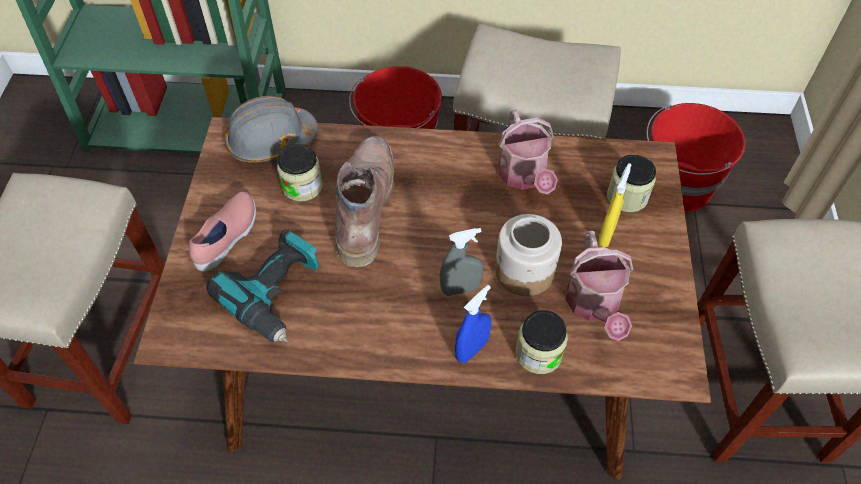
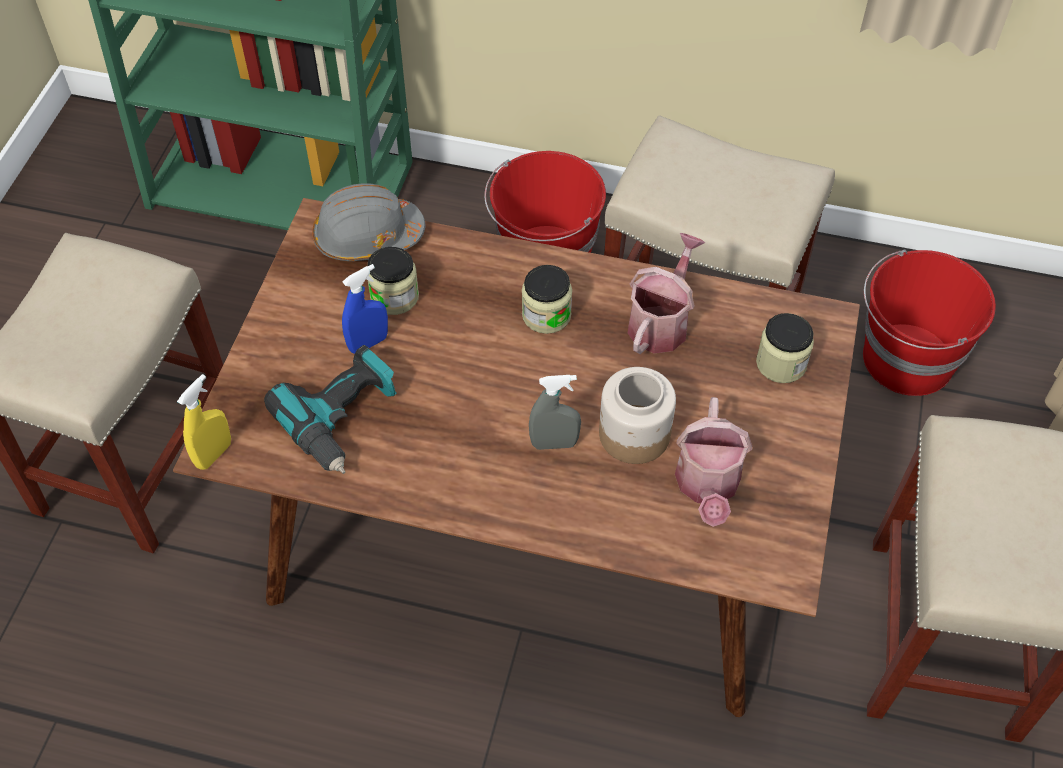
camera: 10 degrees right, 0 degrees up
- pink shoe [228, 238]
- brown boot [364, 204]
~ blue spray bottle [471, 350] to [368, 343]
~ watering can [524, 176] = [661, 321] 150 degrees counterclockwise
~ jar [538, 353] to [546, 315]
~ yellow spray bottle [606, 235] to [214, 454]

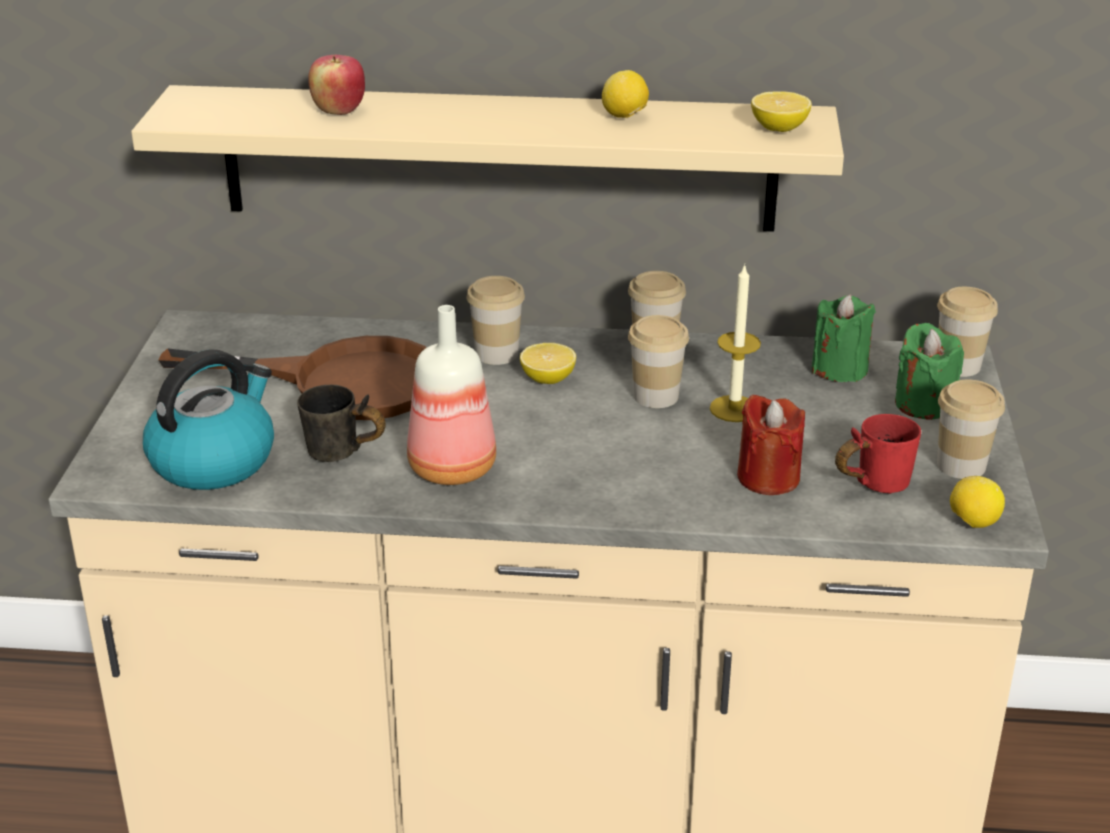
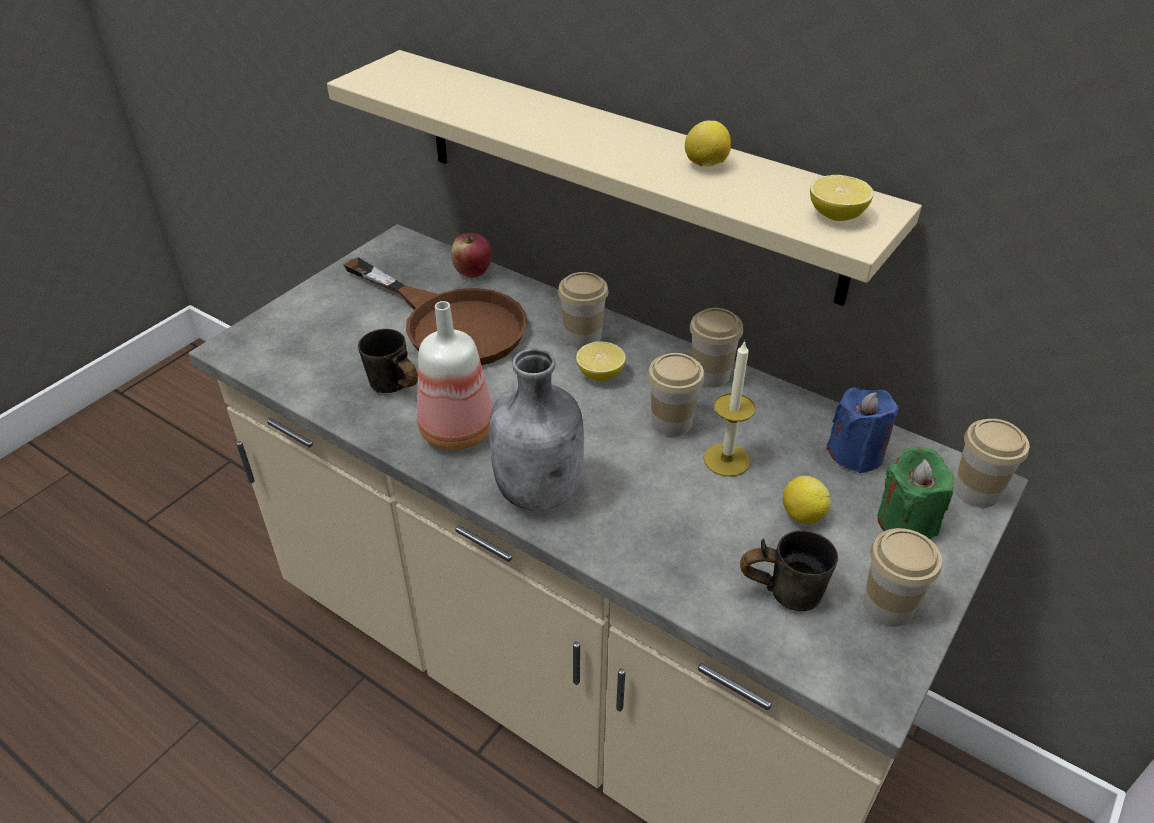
camera: 30 degrees right, 10 degrees up
- kettle [214, 460]
~ apple [338, 111] to [472, 273]
- red candle [768, 477]
~ green candle [839, 369] to blue candle [856, 453]
~ red mug [869, 483] to grey mug [782, 588]
~ lemon [973, 523] to [802, 515]
+ grey bottle [540, 491]

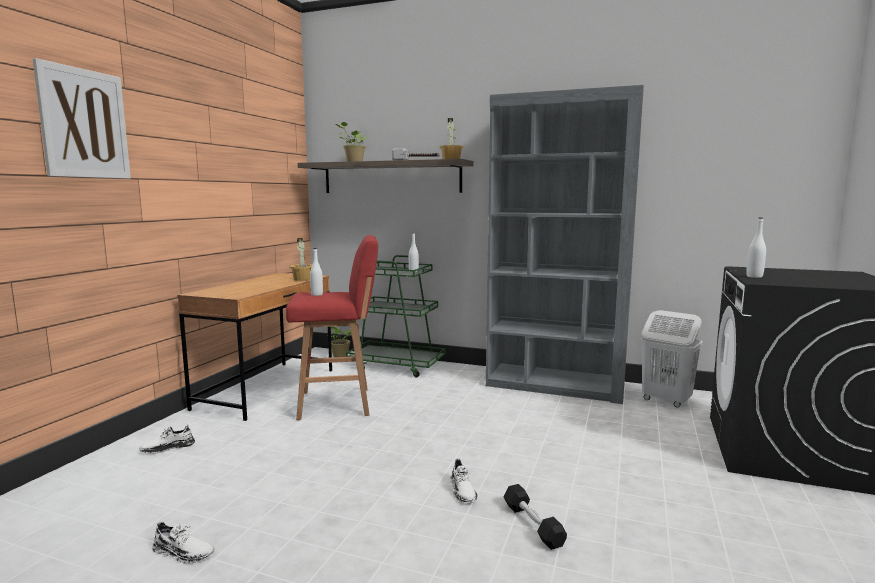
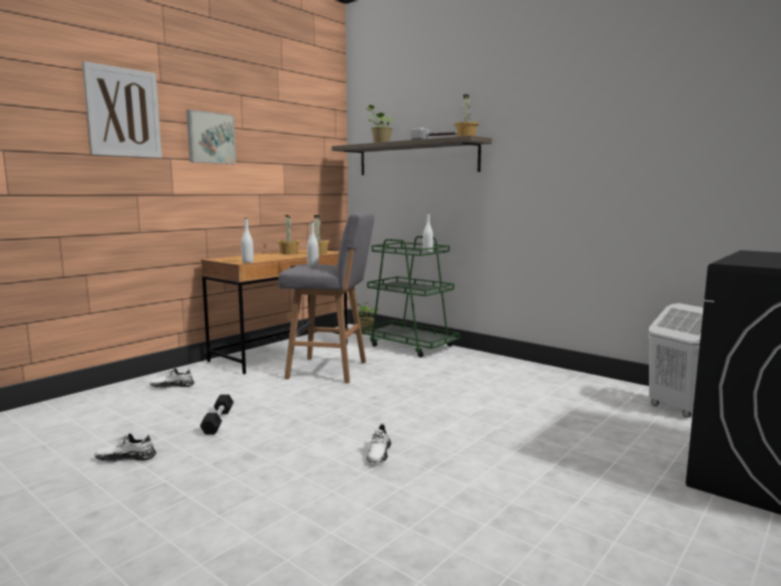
camera: 20 degrees right, 0 degrees up
~ white shoe [183, 552] = [126, 457] 135 degrees clockwise
~ red stool [338, 403] to grey stool [330, 370]
- grey bookcase [555, 385]
~ black dumbbell [533, 525] to [218, 421]
~ white bottle [754, 276] to [247, 262]
+ picture [210, 138]
+ potted plant [288, 253]

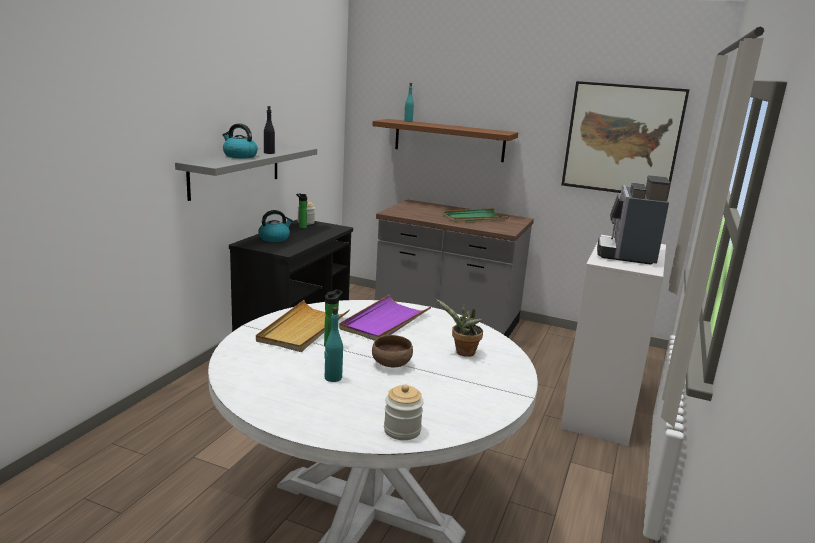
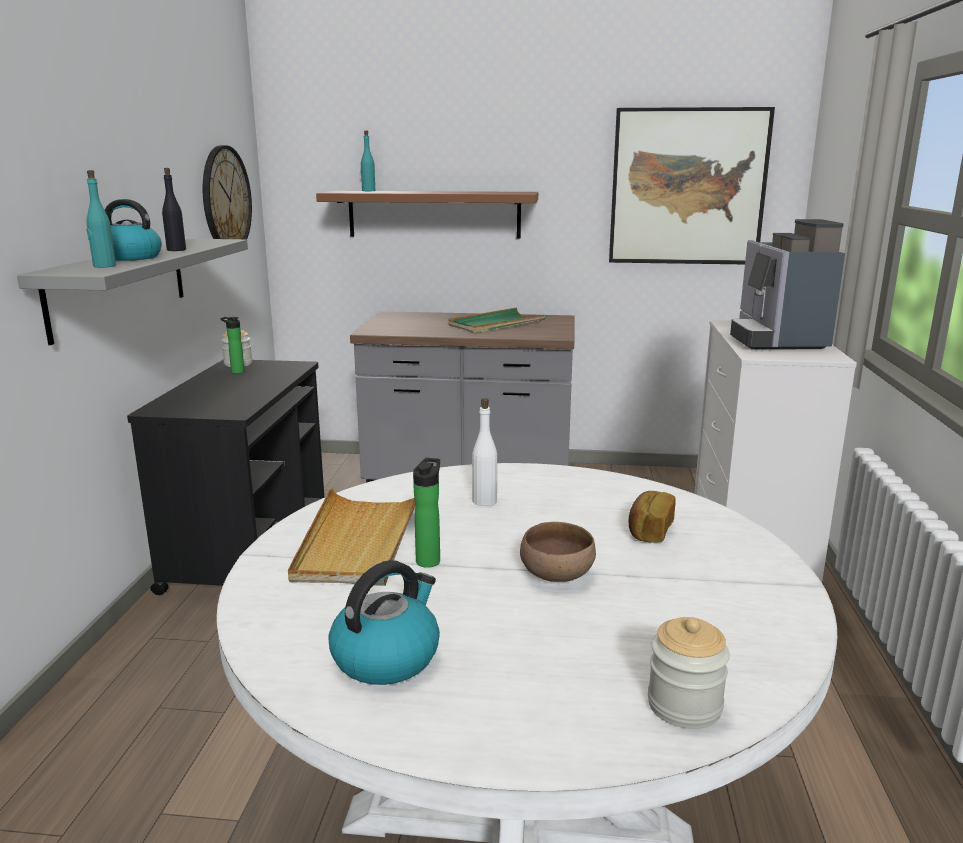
camera: 15 degrees left, 0 degrees up
~ kettle [274, 238] to [386, 656]
~ turquoise bottle [332, 378] to [104, 266]
~ purple tray [385, 321] to white bottle [484, 501]
~ potted plant [462, 353] to bread [649, 531]
+ wall clock [225, 199]

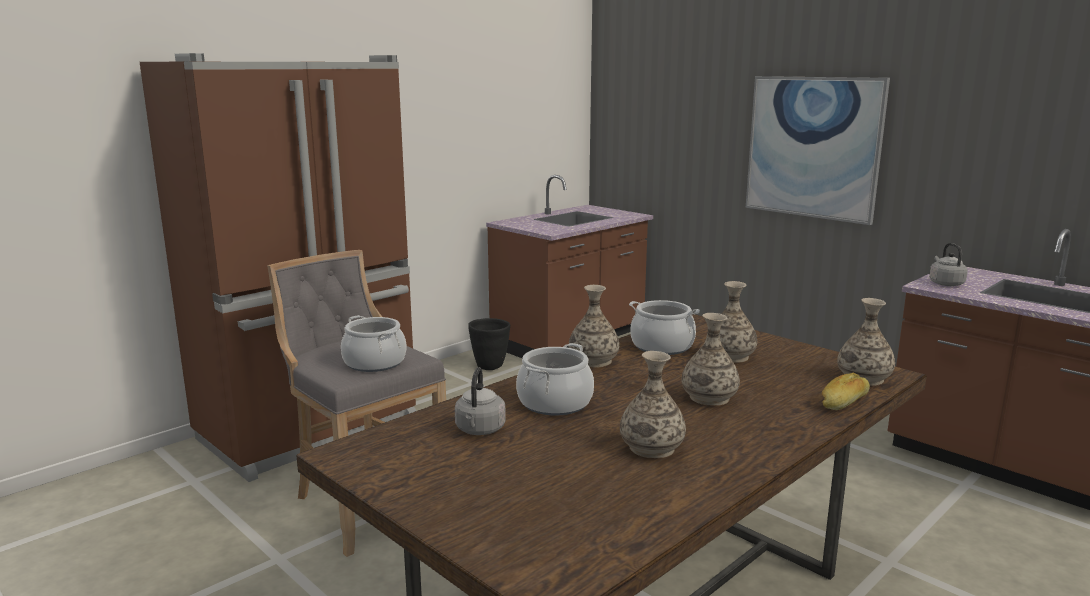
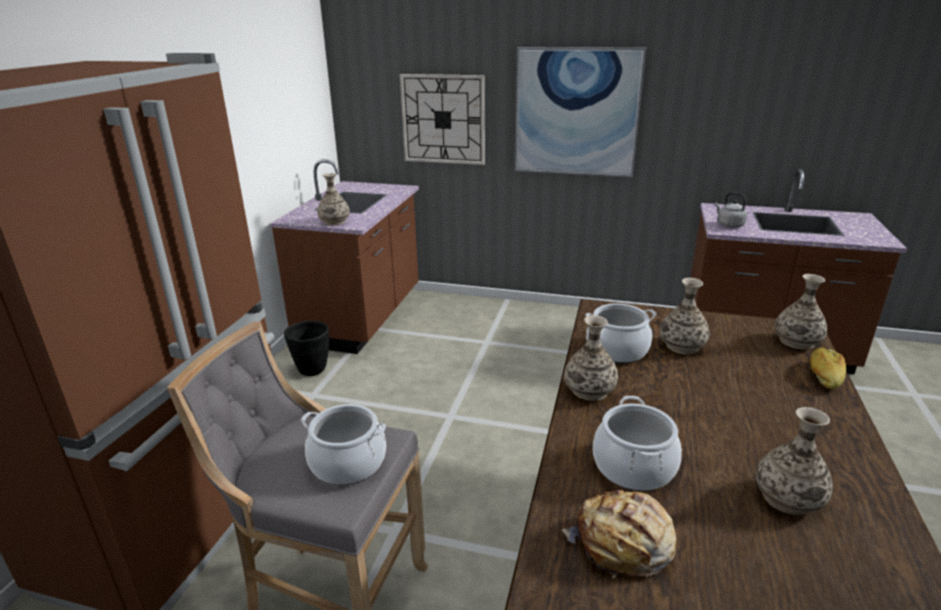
camera: 30 degrees left, 10 degrees up
~ grey kettle [479, 430] to bread [623, 544]
~ vase [709, 398] to [334, 221]
+ wall clock [443, 119]

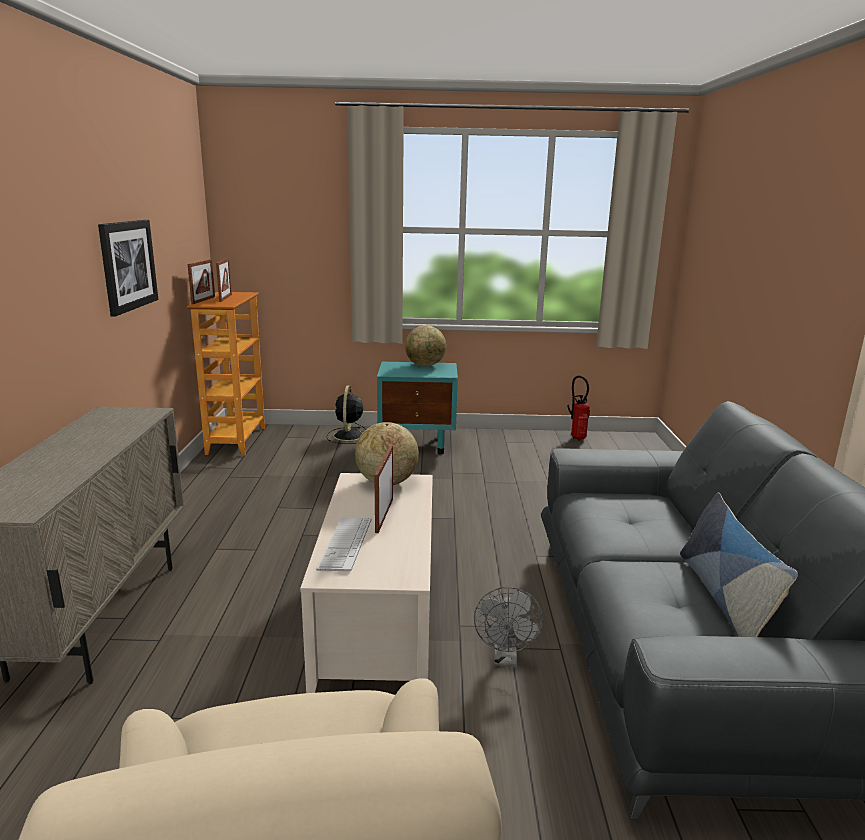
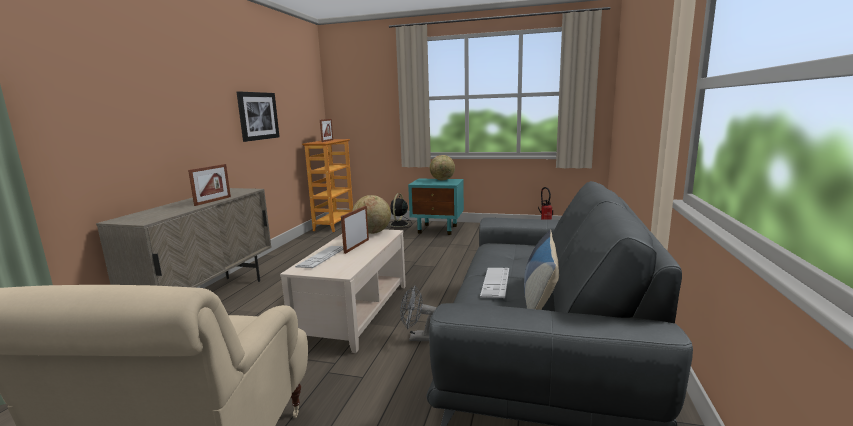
camera: 15 degrees right, 5 degrees down
~ picture frame [203, 300] to [213, 201]
~ grey fan [506, 659] = [417, 338] 75 degrees clockwise
+ keyboard [495, 283]

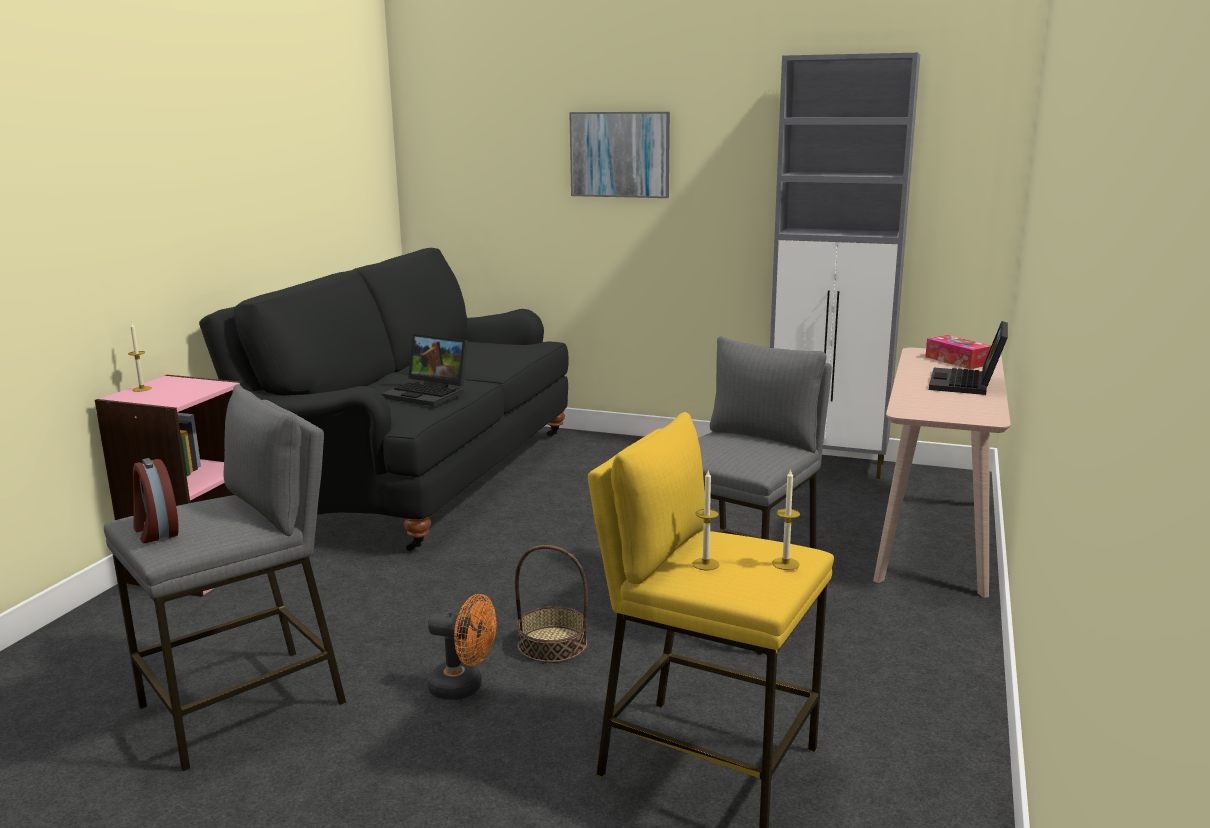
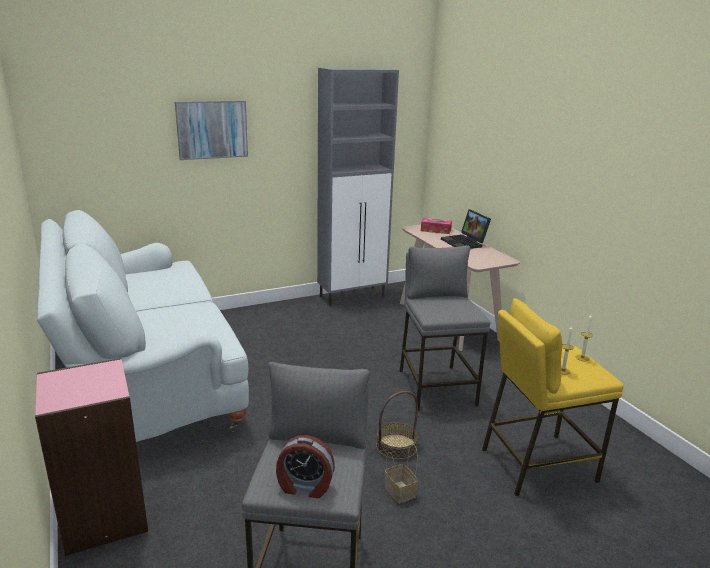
camera: 45 degrees left, 5 degrees up
- candle [142, 389]
~ black sofa [418, 477] to white sofa [145, 381]
- laptop [429, 394]
~ orange fan [464, 687] to basket [399, 491]

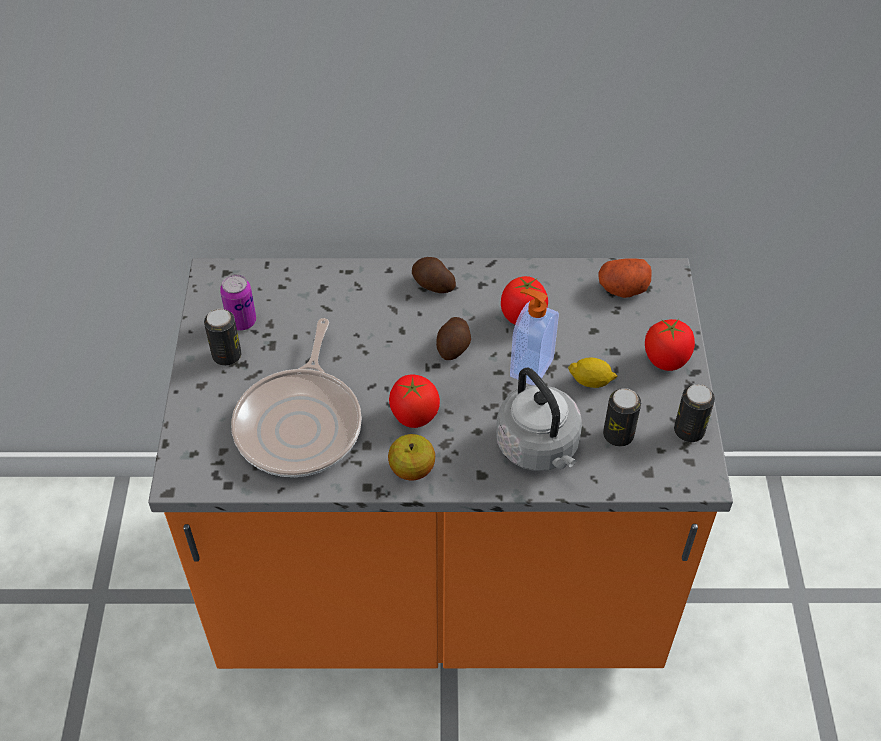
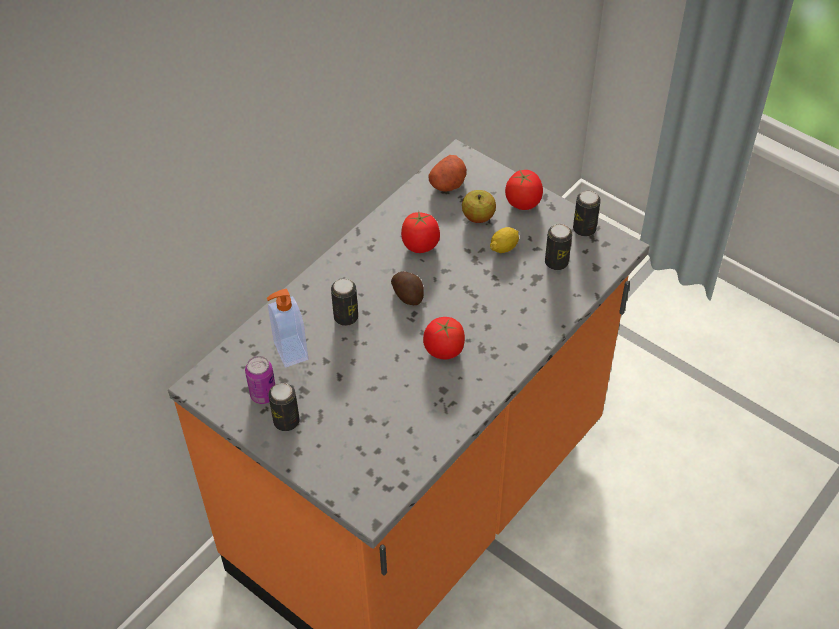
camera: 50 degrees left, 0 degrees up
- frying pan [301, 423]
~ apple [412, 469] to [478, 217]
- potato [432, 285]
- grey kettle [539, 448]
~ soap dispenser [530, 367] to [289, 351]
+ can [346, 317]

